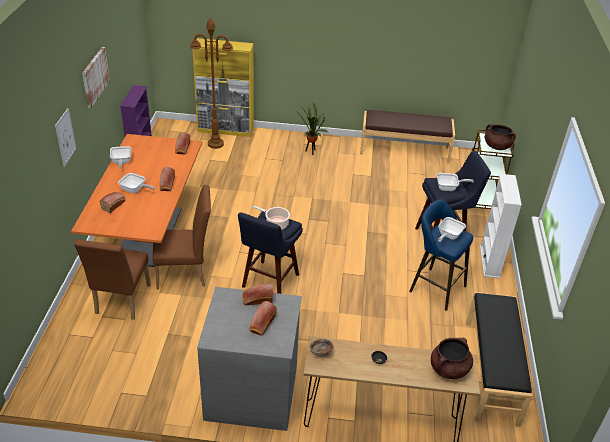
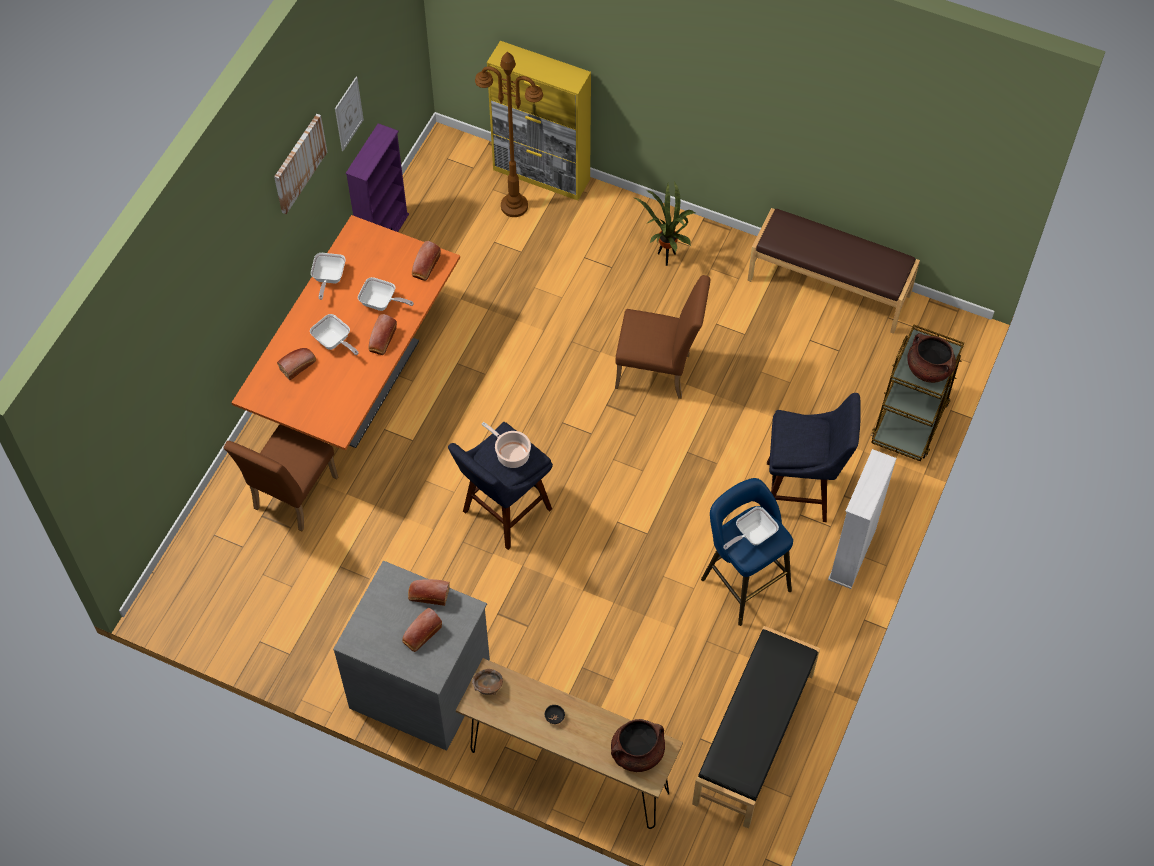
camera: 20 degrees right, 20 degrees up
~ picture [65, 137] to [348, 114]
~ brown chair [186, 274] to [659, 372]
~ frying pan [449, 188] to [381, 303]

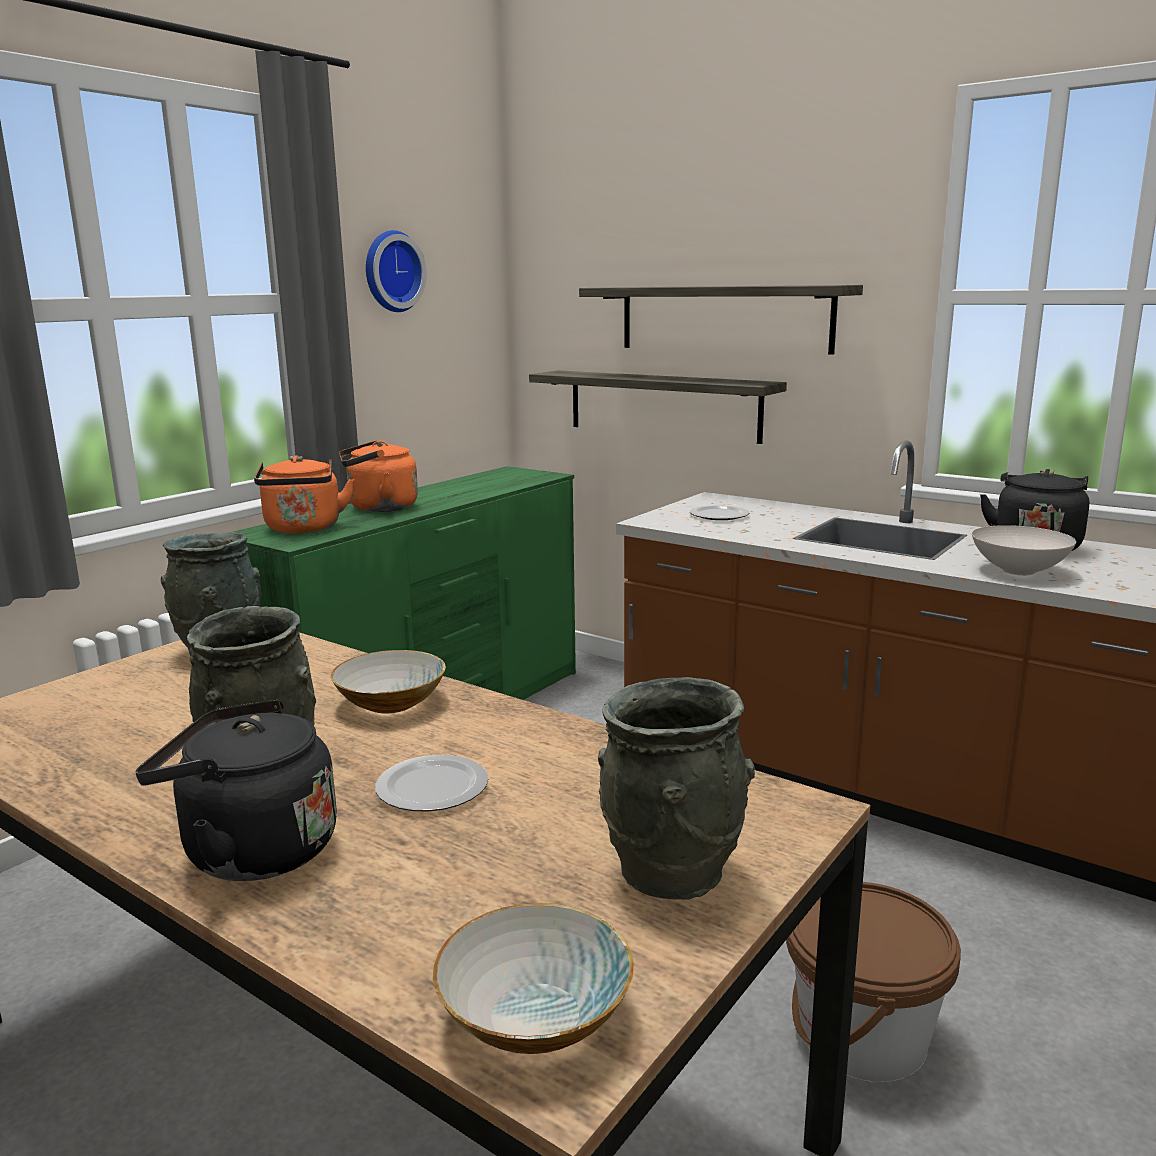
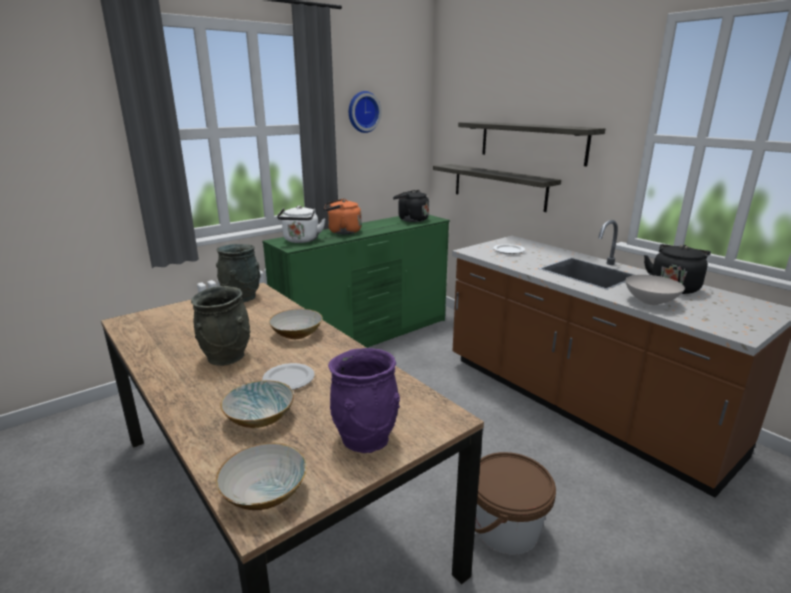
camera: 15 degrees right, 5 degrees up
~ black kettle [251, 851] to [411, 219]
~ orange kettle [303, 529] to white kettle [301, 240]
~ grey vase [673, 872] to purple vase [366, 438]
+ bowl [261, 417]

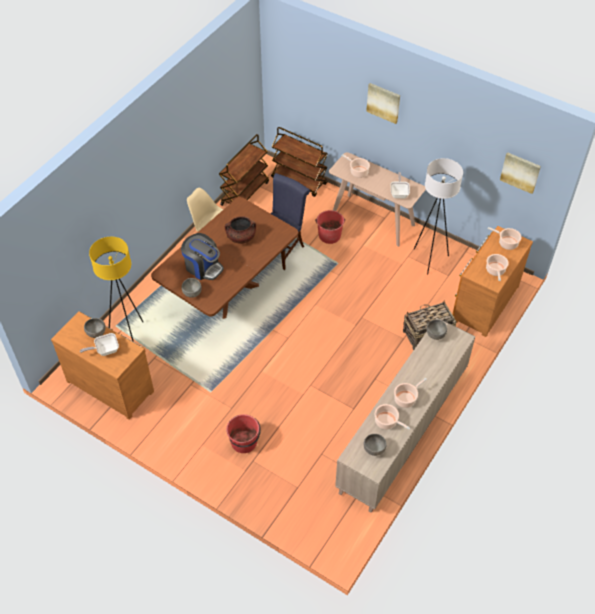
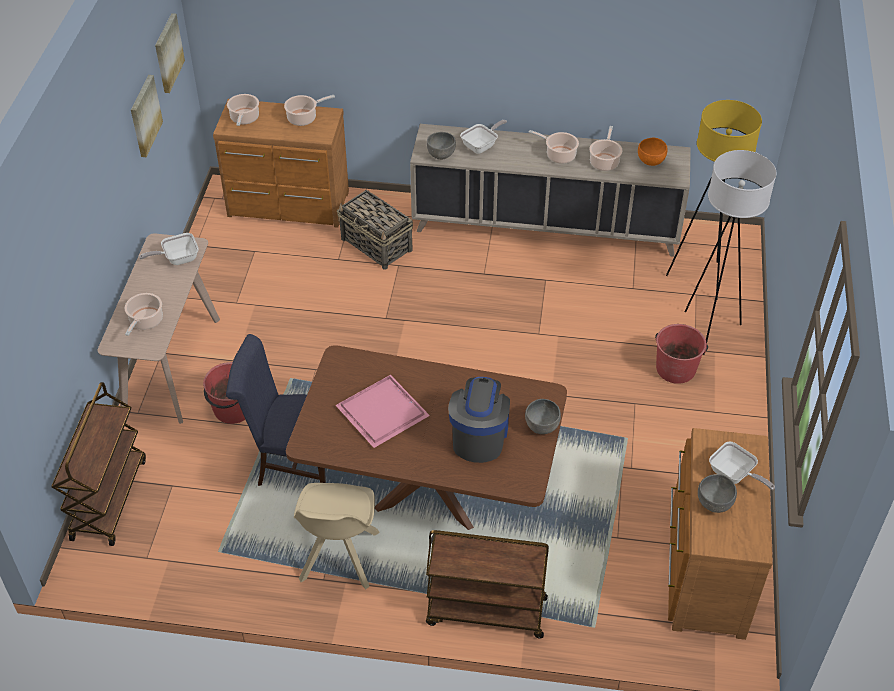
camera: 115 degrees left, 5 degrees down
~ yellow floor lamp [129, 336] to [699, 278]
~ brown cart [245, 193] to [485, 611]
~ brown cooking pot [241, 237] to pink tray [384, 412]
~ grey bowl [374, 449] to orange bowl [650, 161]
~ picture [383, 102] to [144, 115]
~ white floor lamp [429, 259] to [709, 330]
+ frying pan [482, 146]

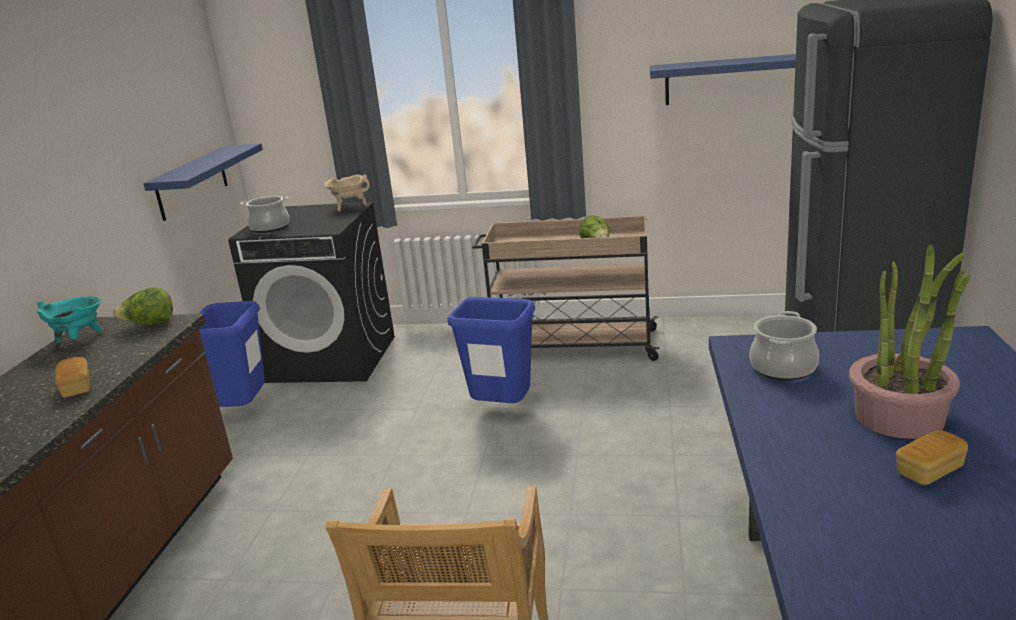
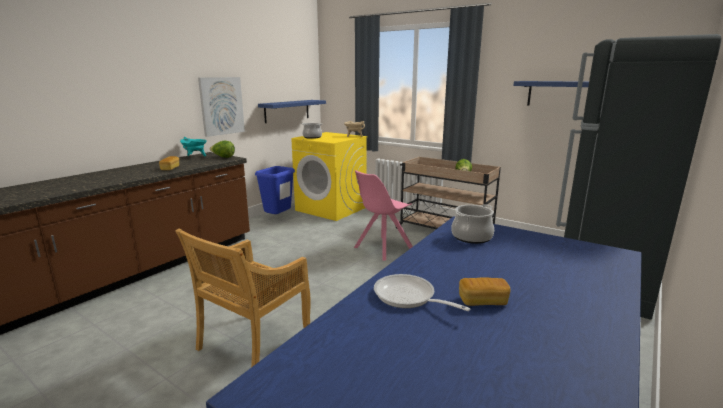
camera: 25 degrees right, 5 degrees down
~ black washing machine [332, 358] to yellow washing machine [331, 209]
~ blue trash can [501, 410] to pink chair [382, 248]
- potted plant [900, 417]
+ picture [221, 106]
+ frying pan [408, 297]

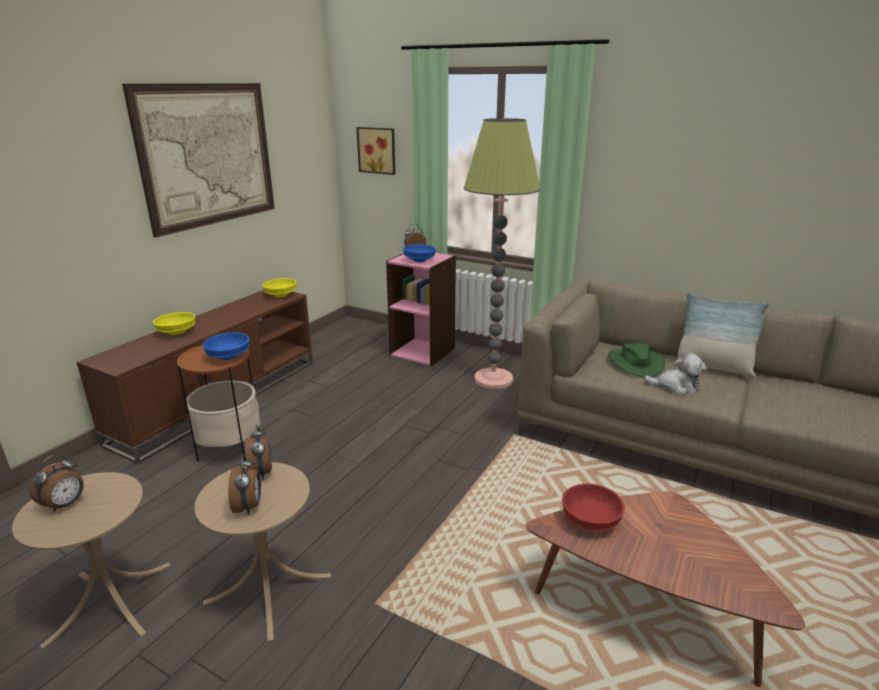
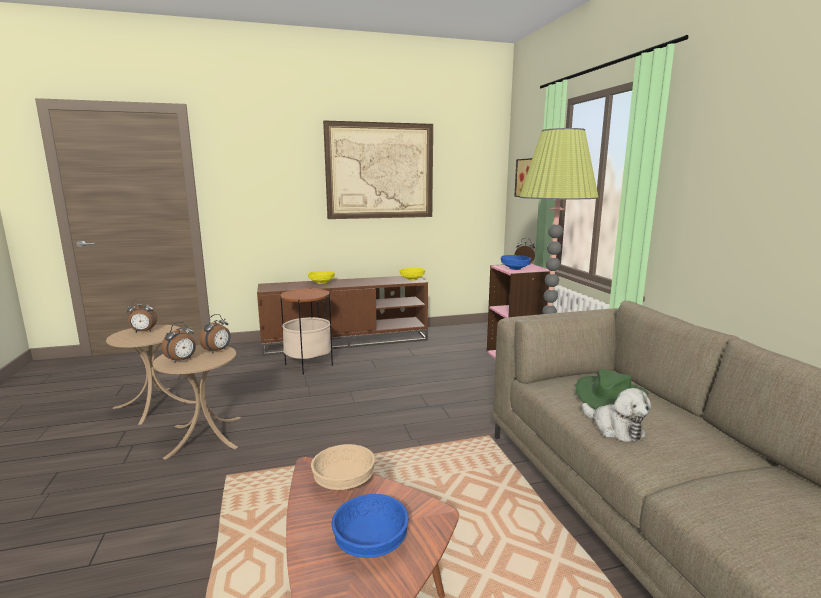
camera: 45 degrees right, 10 degrees down
~ blue bowl [228, 356] to [371, 542]
~ red bowl [590, 520] to beige bowl [345, 481]
- pillow [712, 368]

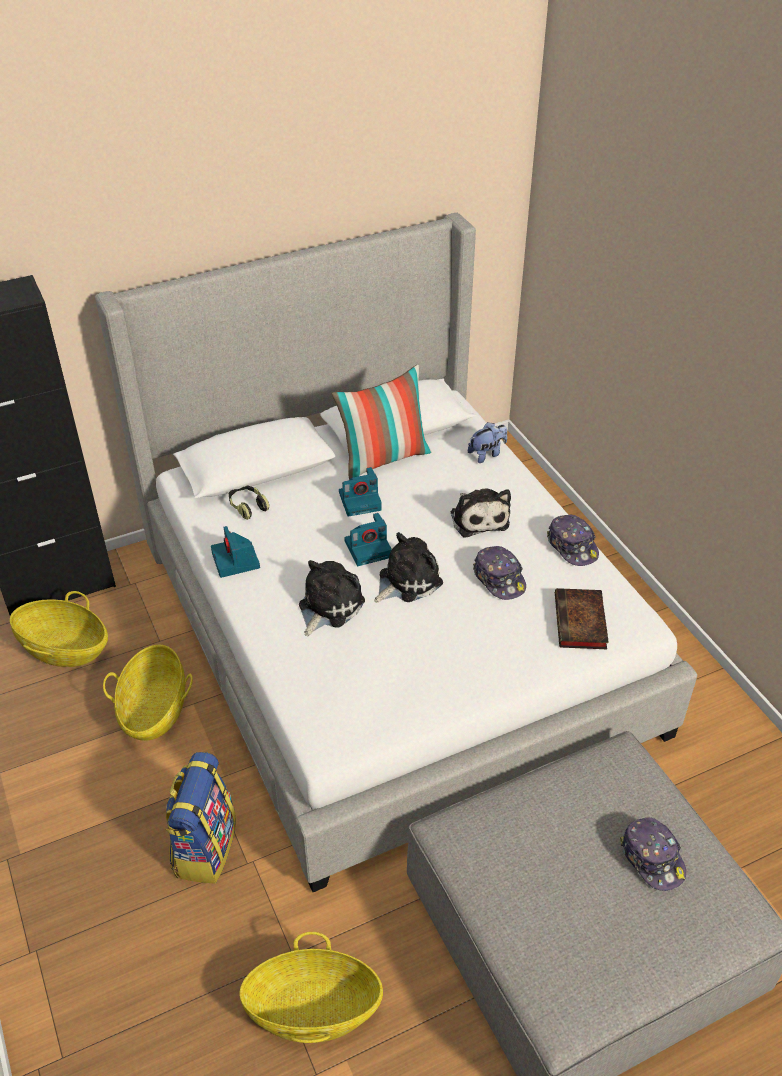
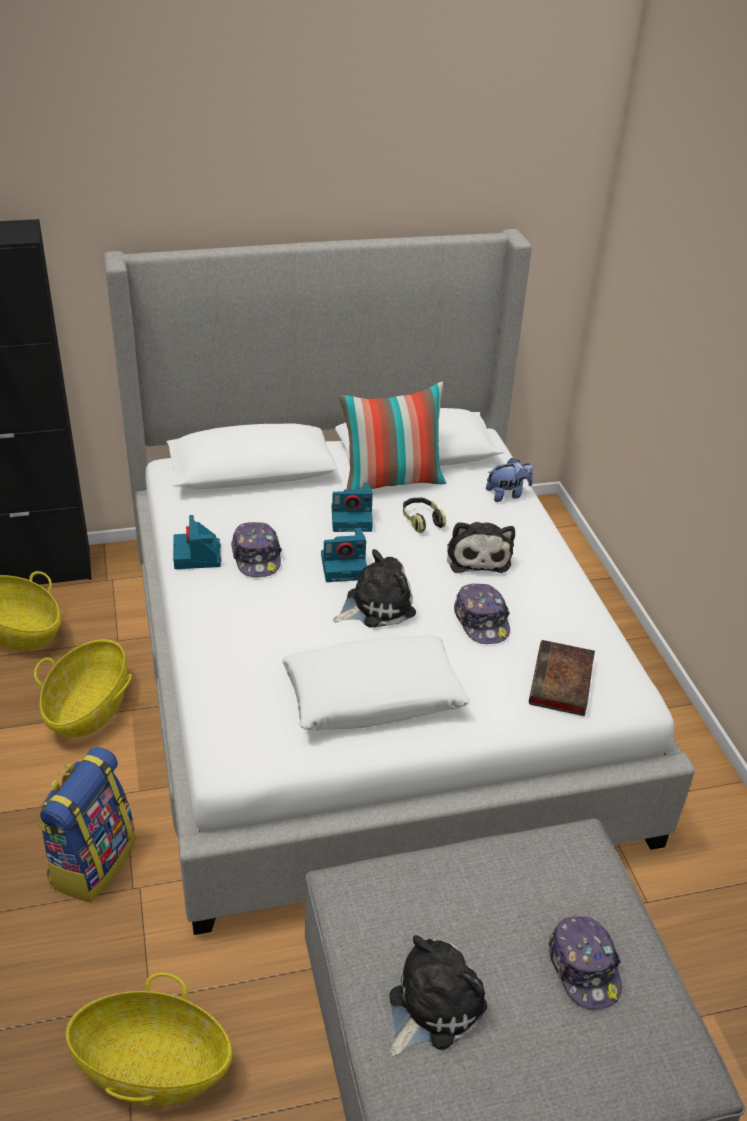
camera: 10 degrees right, 5 degrees down
~ headphones [247, 506] to [421, 520]
~ plush toy [328, 606] to [431, 1006]
~ cap [572, 546] to [257, 557]
+ white pillow [373, 696]

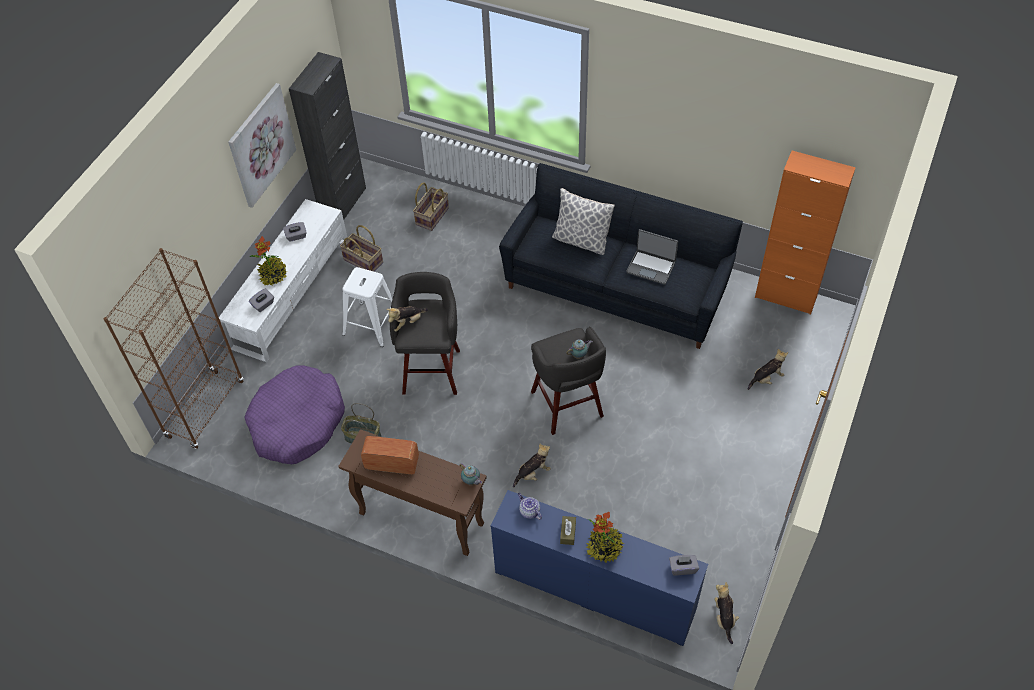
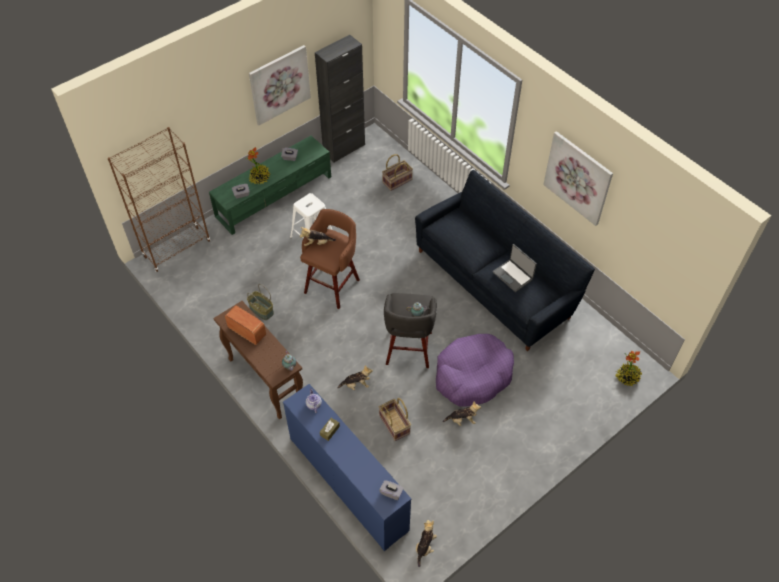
camera: 25 degrees right, 0 degrees up
~ white tv stand [291, 293] to green tv stand [274, 196]
~ purple dog bed [297, 422] to [472, 375]
~ basket [364, 260] to [395, 424]
~ grey stool [431, 369] to brown stool [333, 285]
- pillow [581, 240]
~ potted plant [604, 548] to [627, 377]
~ plush toy [766, 378] to [462, 420]
- orange cabinet [786, 296]
+ picture [577, 178]

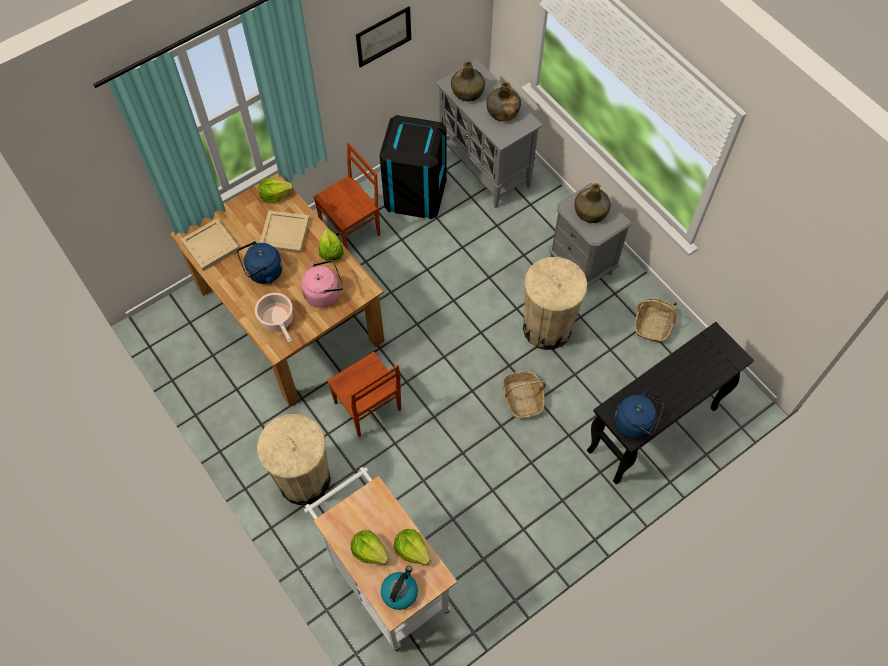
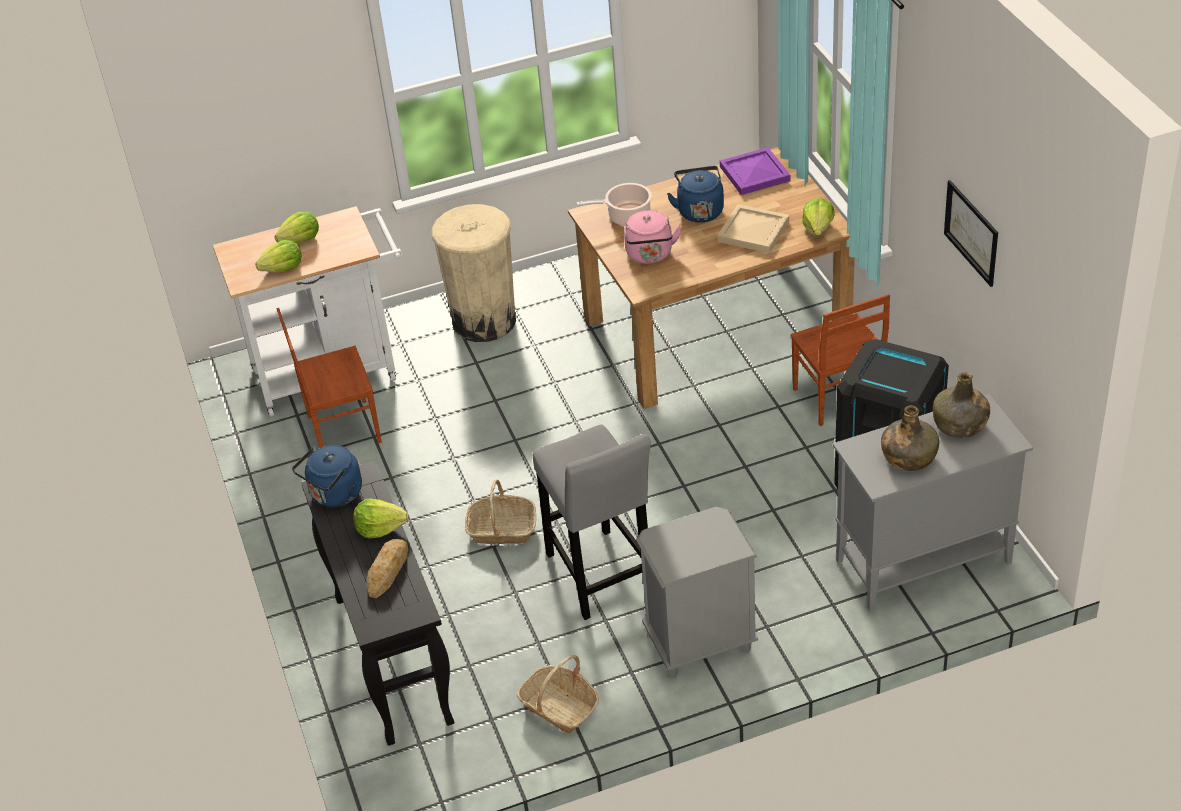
camera: 110 degrees right, 20 degrees down
~ beige tray [210, 246] to purple tray [753, 173]
~ lettuce [330, 251] to [380, 527]
~ brown chair [367, 407] to [342, 429]
- kettle [399, 591]
~ beige trash can [547, 328] to grey stool [600, 578]
- green bottle [591, 212]
+ bread [387, 570]

